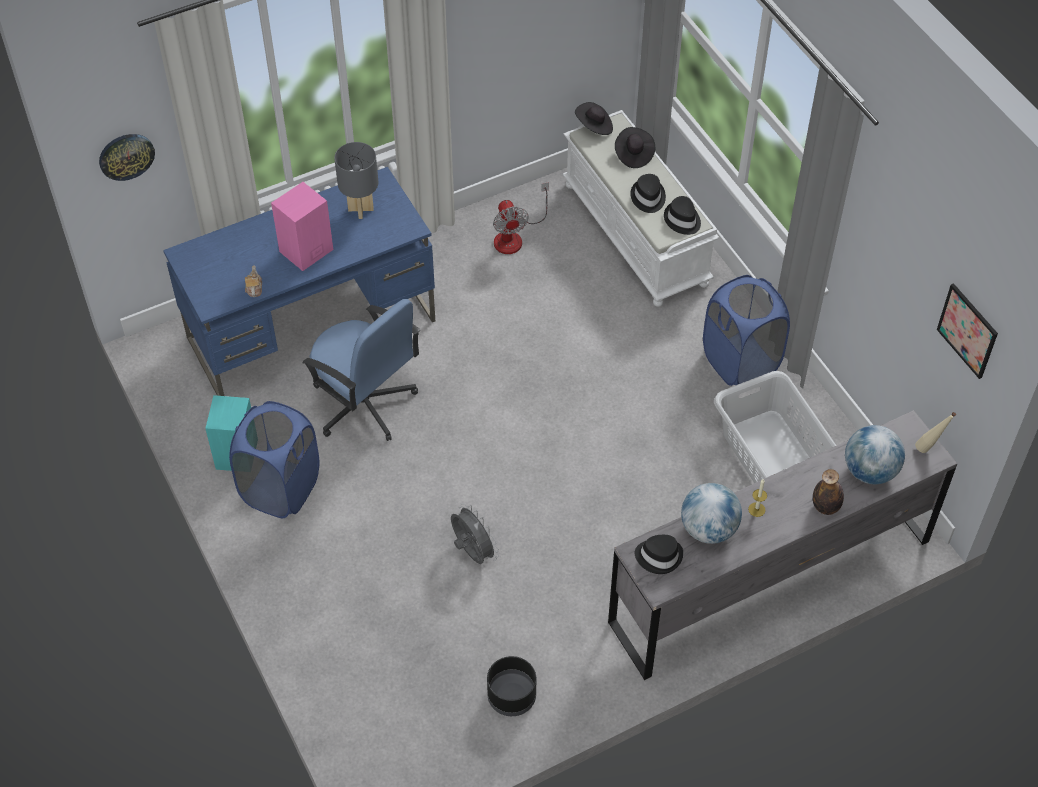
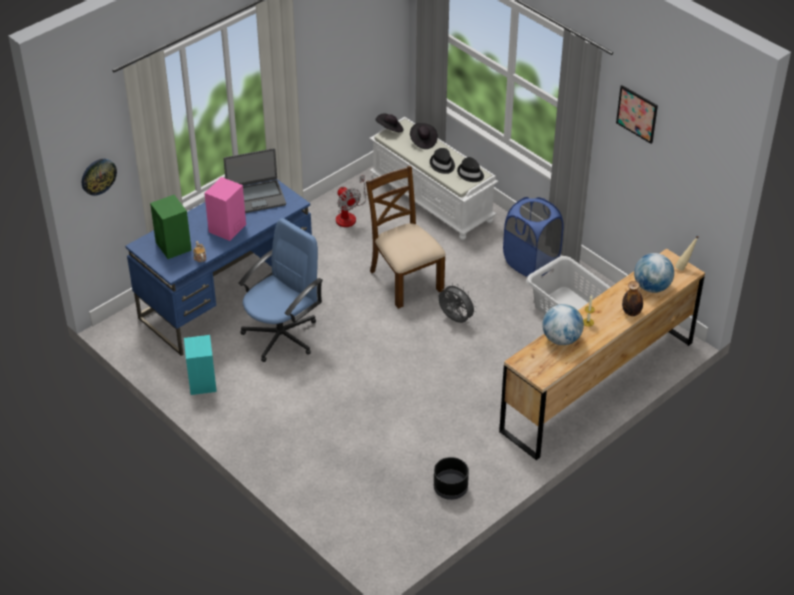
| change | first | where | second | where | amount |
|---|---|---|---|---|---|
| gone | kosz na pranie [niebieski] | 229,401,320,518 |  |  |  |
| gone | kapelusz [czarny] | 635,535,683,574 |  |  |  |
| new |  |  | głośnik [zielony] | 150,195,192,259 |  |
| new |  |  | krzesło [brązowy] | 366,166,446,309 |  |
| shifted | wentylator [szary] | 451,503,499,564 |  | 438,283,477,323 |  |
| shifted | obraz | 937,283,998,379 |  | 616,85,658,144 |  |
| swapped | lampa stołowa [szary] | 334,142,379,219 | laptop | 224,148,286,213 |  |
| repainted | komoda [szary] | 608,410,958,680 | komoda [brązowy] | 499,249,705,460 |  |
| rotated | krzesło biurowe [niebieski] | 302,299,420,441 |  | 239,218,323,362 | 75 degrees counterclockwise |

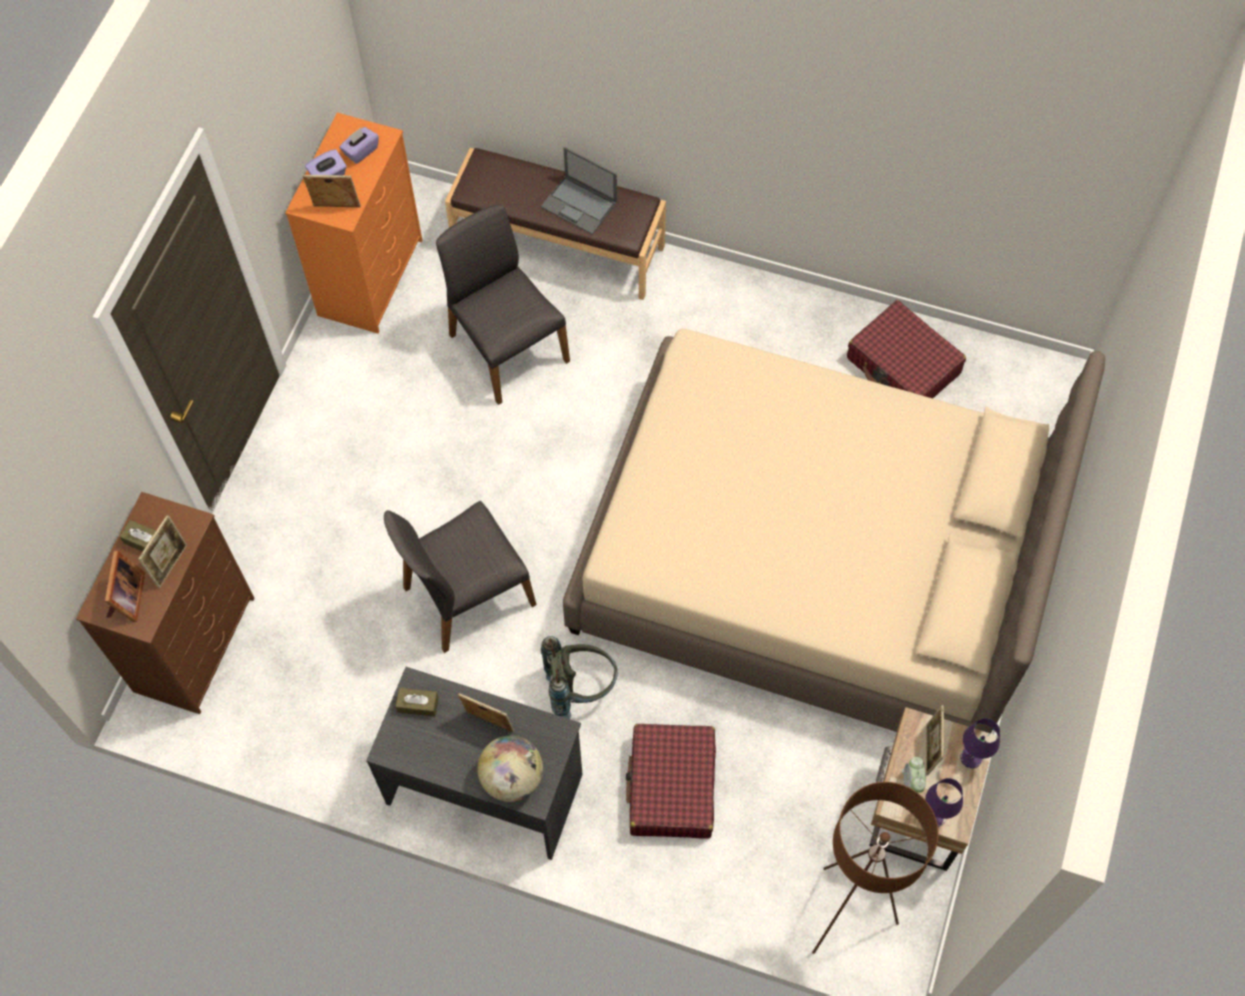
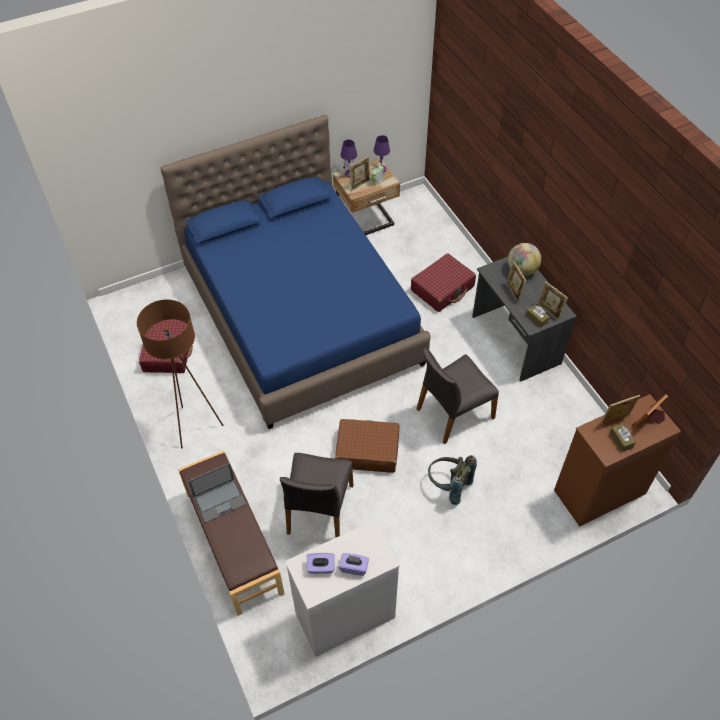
| change | first | where | second | where | amount |
|---|---|---|---|---|---|
| new |  |  | walizka [brązowy] | 335,419,399,473 |  |
| shifted | ramka na zdjęcie | 303,175,361,207 |  | 537,281,568,320 |  |
| shifted | plecak [szary] | 541,636,618,719 |  | 428,455,477,505 |  |
| shifted | lampa stojąca [brązowy] | 812,782,939,954 |  | 137,299,223,449 |  |
| repainted | komoda [pomarańczowy] | 285,113,422,334 | komoda [biały] | 285,520,400,657 |  |
| repainted | łóżko [beżowy] | 563,329,1105,734 | łóżko [niebieski] | 160,115,431,429 |  |
| rotated | krzesło [szary] | 384,501,537,653 |  | 417,347,499,444 | 135 degrees clockwise |
| rotated | laptop | 541,147,617,234 |  | 188,463,246,523 | 75 degrees clockwise |

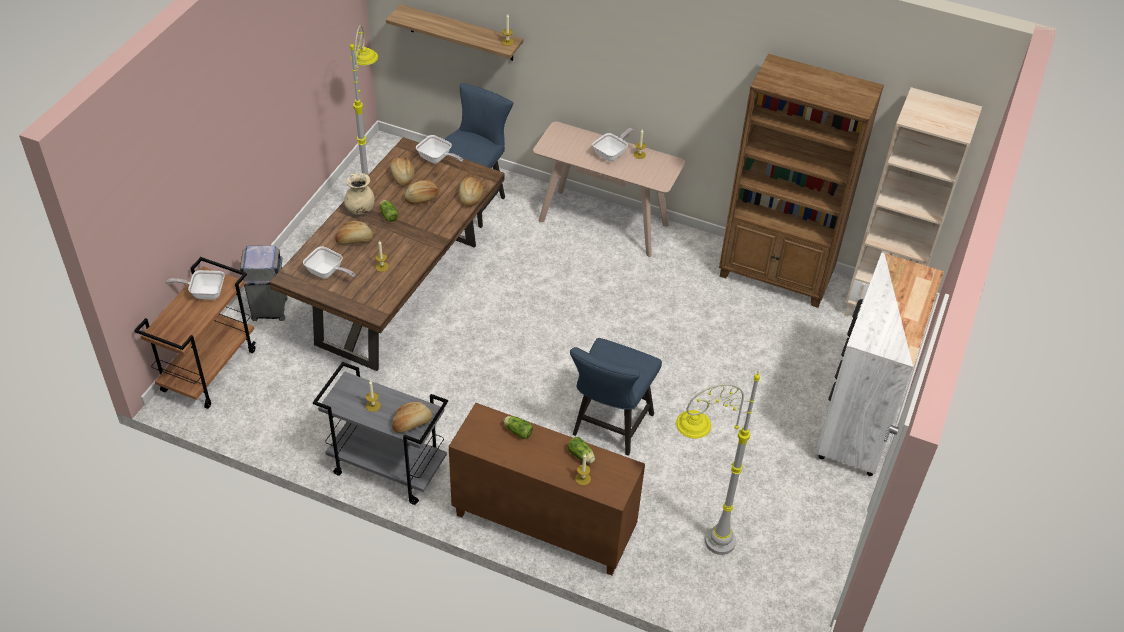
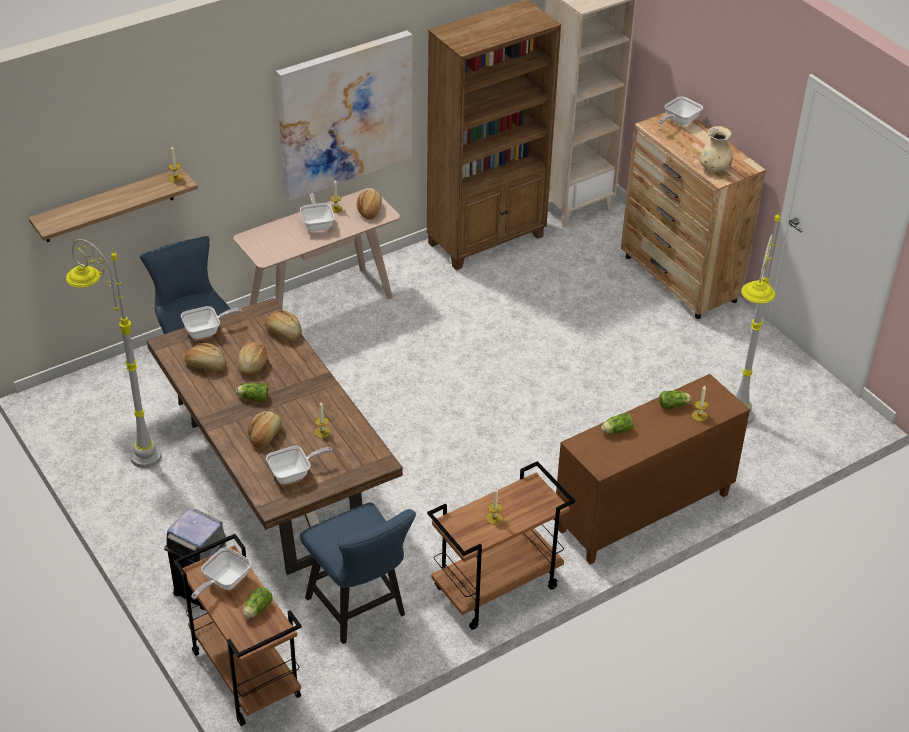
| change | first | where | second | where | amount |
|---|---|---|---|---|---|
| new |  |  | sałata | 243,587,272,619 |  |
| new |  |  | obraz | 276,30,412,201 |  |
| new |  |  | patelnia | 659,96,703,126 |  |
| shifted | wazon [beżowy] | 344,173,375,215 |  | 700,126,733,172 |  |
| shifted | chleb | 392,402,433,433 |  | 357,190,382,220 |  |
| shifted | krzesło [niebieski] | 570,338,662,456 |  | 300,502,416,644 |  |
| repainted | wózek [szary] | 313,362,448,505 | wózek [brązowy] | 427,461,575,630 |  |
| repainted | komoda [biały] | 815,252,944,476 | komoda [brązowy] | 621,112,766,319 |  |

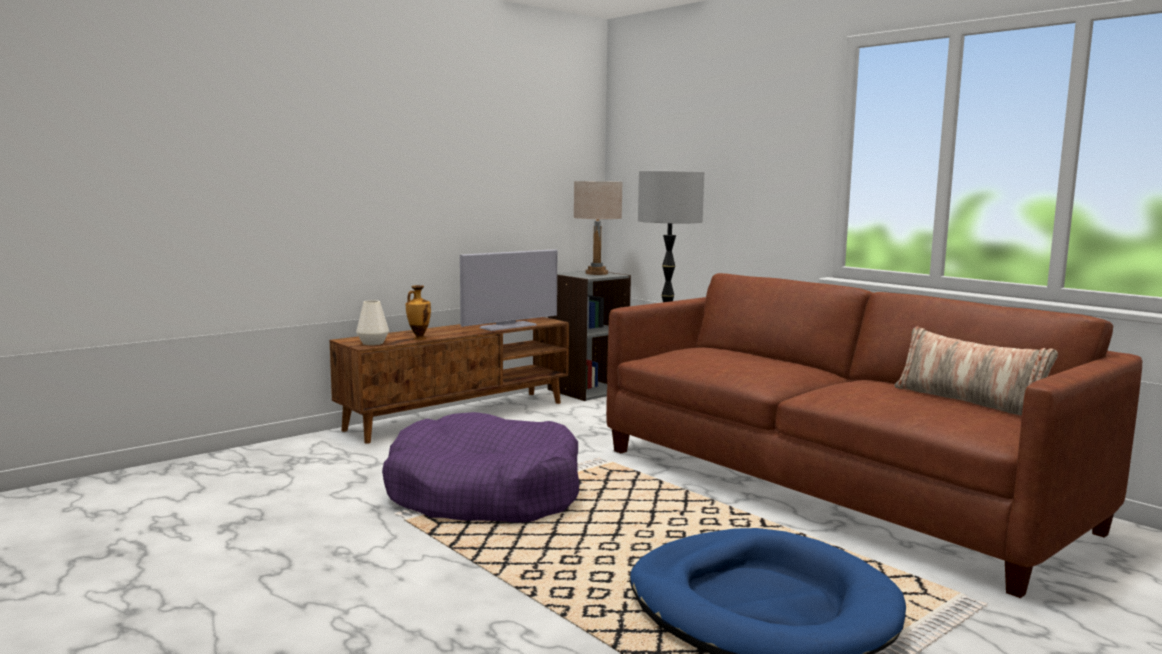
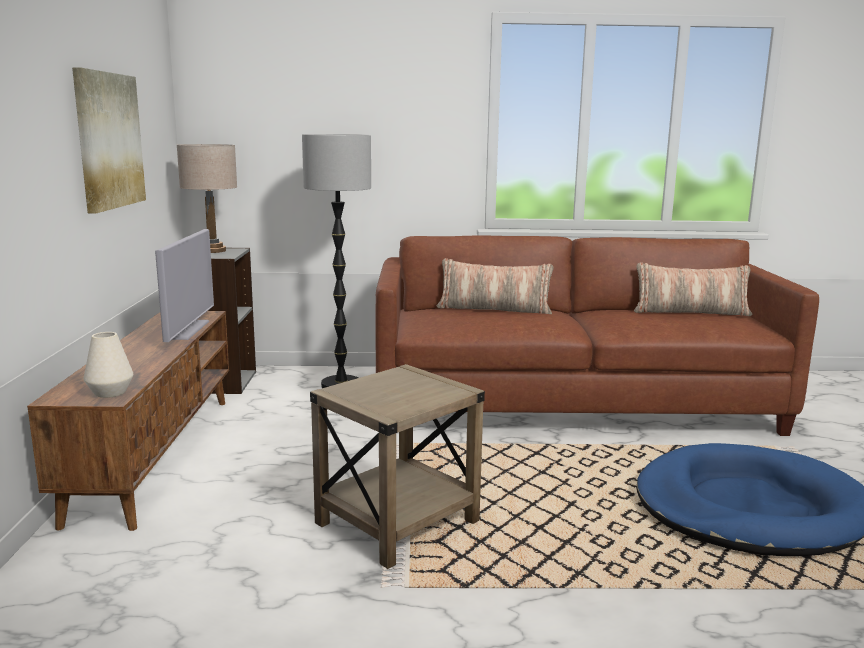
| change | first | where | second | where | amount |
|---|---|---|---|---|---|
| gone | wazon | 406,285,431,340 |  |  |  |
| new |  |  | obraz | 72,67,146,213 |  |
| new |  |  | poduszka | 437,258,553,314 |  |
| swapped | legowisko [fioletowy] | 382,412,579,523 | stolik [beżowy] | 310,364,485,569 |  |

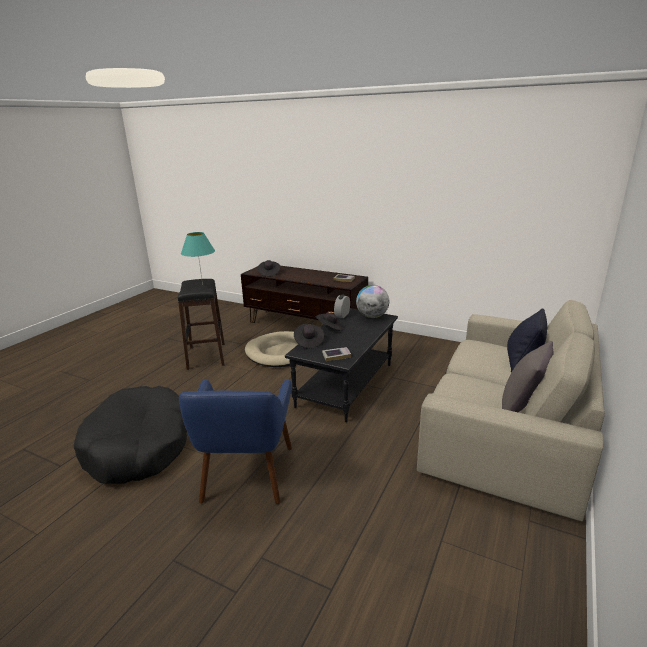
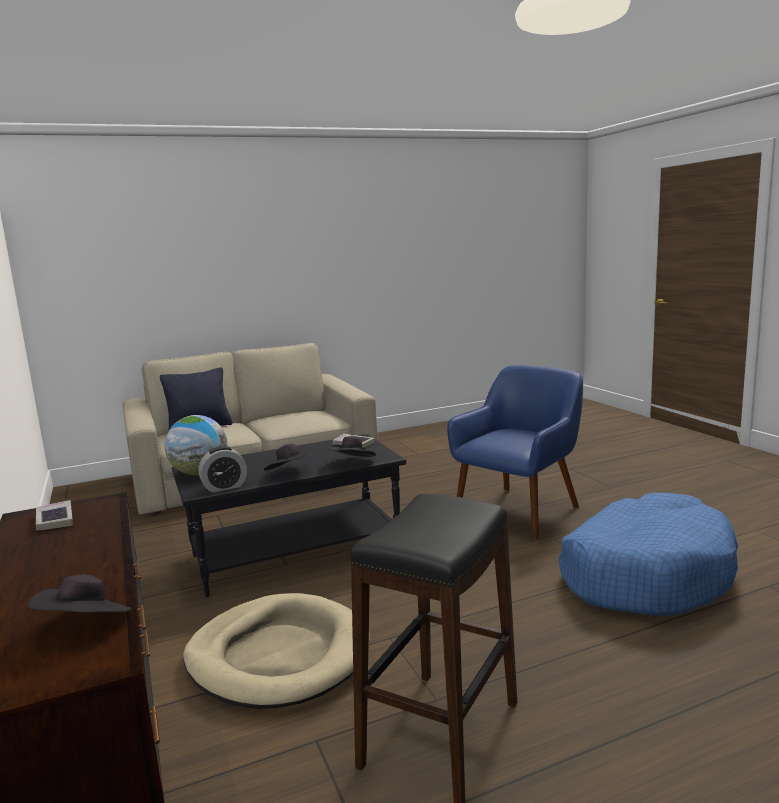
| change | first | where | second | where | amount |
|---|---|---|---|---|---|
| gone | lampa stołowa [turkusowy] | 181,232,215,285 |  |  |  |
| gone | poduszka [szary] | 502,341,554,412 |  |  |  |
| repainted | legowisko [czarny] | 74,386,187,484 | legowisko [niebieski] | 559,493,738,616 |  |

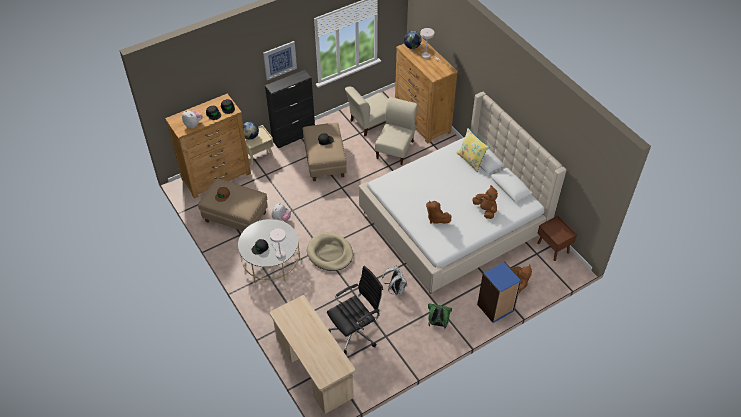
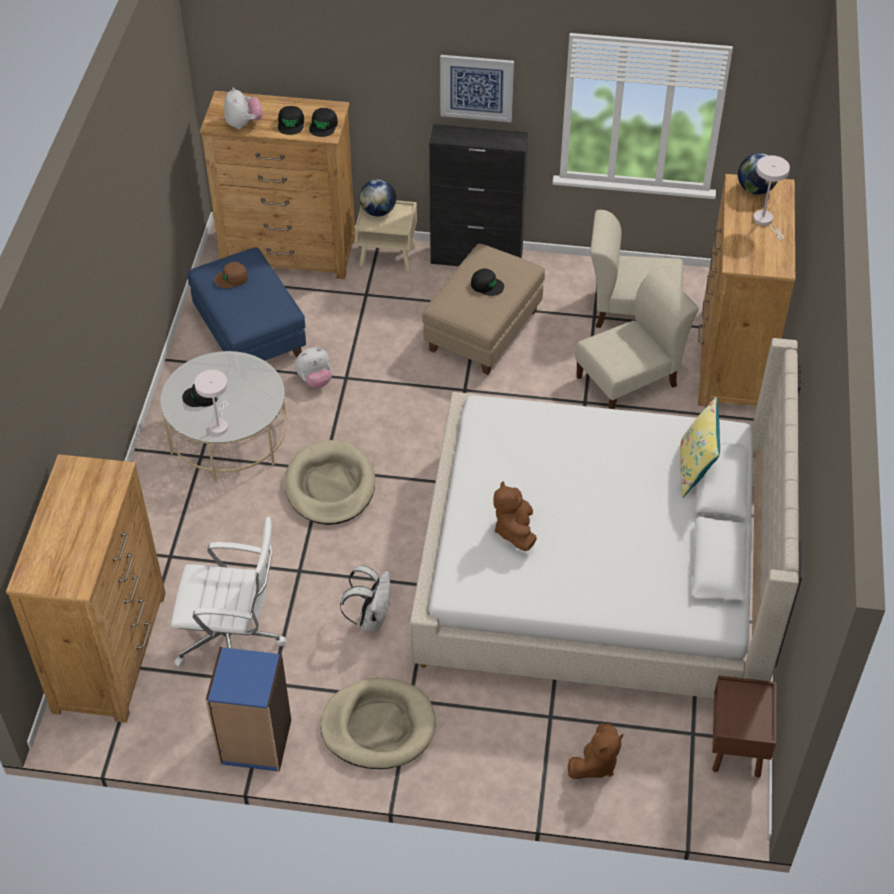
| change | first | where | second | where | amount |
|---|---|---|---|---|---|
| gone | pluszak [brązowy] | 473,185,498,219 |  |  |  |
| shifted | regał [niebieski] | 477,262,522,323 |  | 206,647,291,772 |  |
| swapped | biurko [beżowy] | 270,295,355,414 | komoda [brązowy] | 6,454,166,723 |  |
| swapped | plecak [zielony] | 428,304,452,328 | legowisko [beżowy] | 320,678,436,769 |  |
| repainted | pufa [beżowy] | 198,178,268,231 | pufa [niebieski] | 187,247,306,361 |  |
| repainted | krzesło biurowe [czarny] | 327,266,383,355 | krzesło biurowe [biały] | 171,517,286,667 |  |

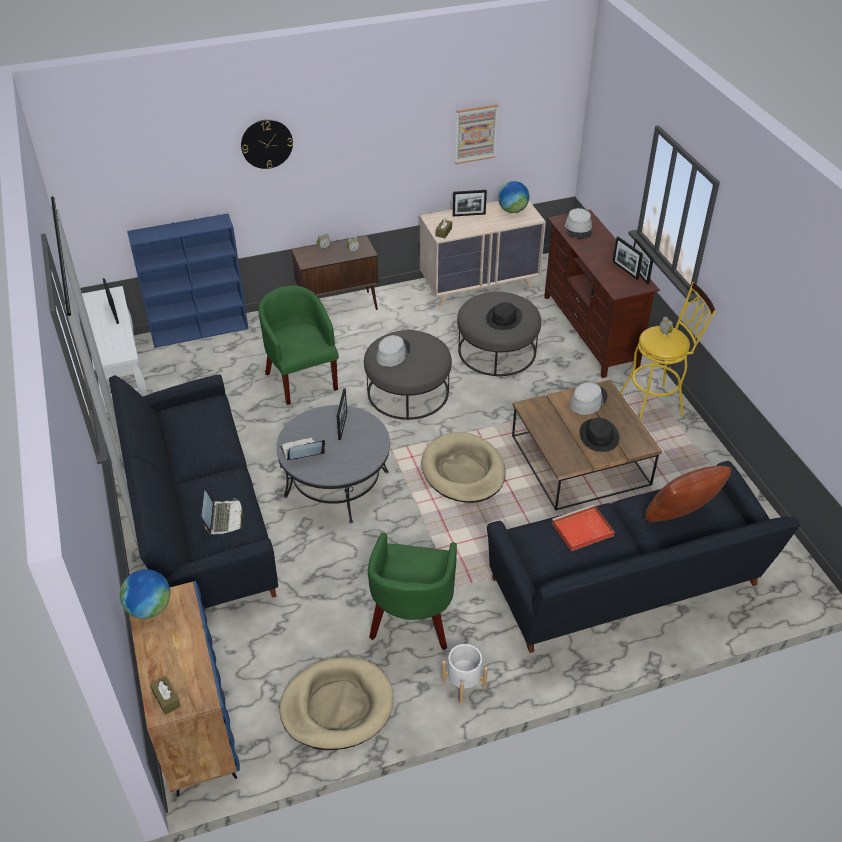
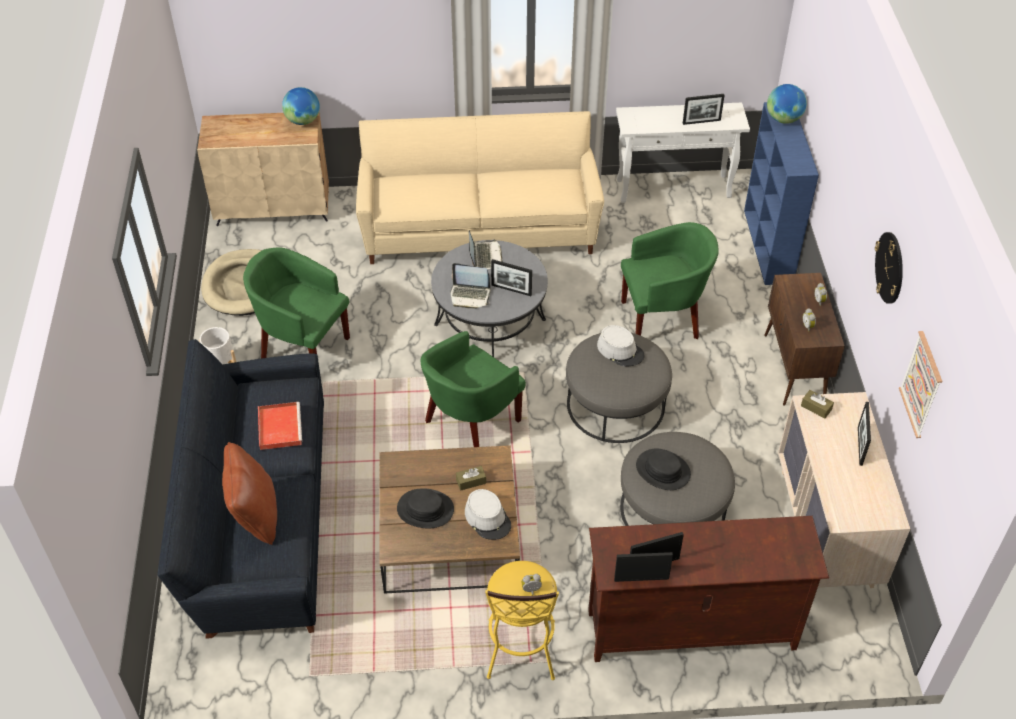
| change | first | where | second | where | amount |
|---|---|---|---|---|---|
| gone | kapelusz [szary] | 565,208,592,239 |  |  |  |
| shifted | pudełko chusteczek [brązowy] | 150,676,181,715 |  | 456,466,486,491 |  |
| shifted | laptop | 200,490,243,535 |  | 450,263,491,309 |  |
| shifted | zegar ścienny | 241,119,293,169 |  | 875,232,903,304 |  |
| shifted | globus | 498,181,529,213 |  | 767,84,807,124 |  |
| swapped | legowisko [beżowy] | 421,432,506,503 | fotel [zielony] | 421,331,526,447 |  |
| repainted | kanapa [czarny] | 109,375,278,609 | kanapa [beżowy] | 356,111,604,264 |  |
| repainted | szafka [niebieski] | 129,581,240,797 | szafka [beżowy] | 197,113,329,226 |  |

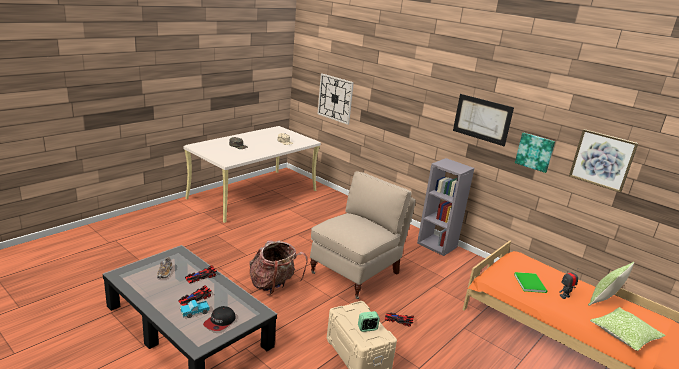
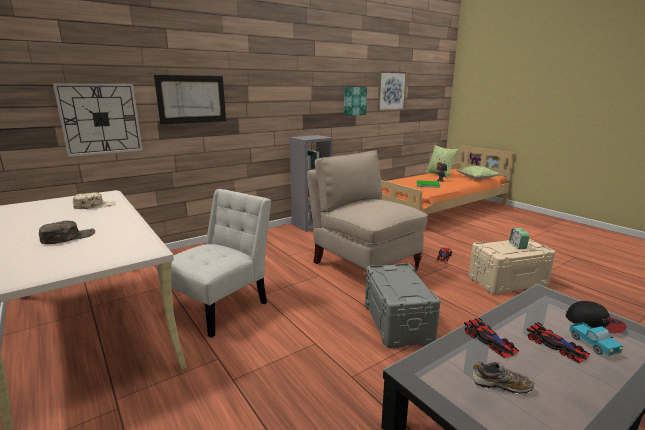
| change | first | where | second | where | amount |
|---|---|---|---|---|---|
| new |  |  | krzesło [biały] | 157,189,271,338 |  |
| shifted | obraz | 453,94,514,146 |  | 154,75,226,124 |  |
| swapped | plecak | 250,240,308,295 | pojemnik do przechowywania [szary] | 365,263,441,348 |  |

